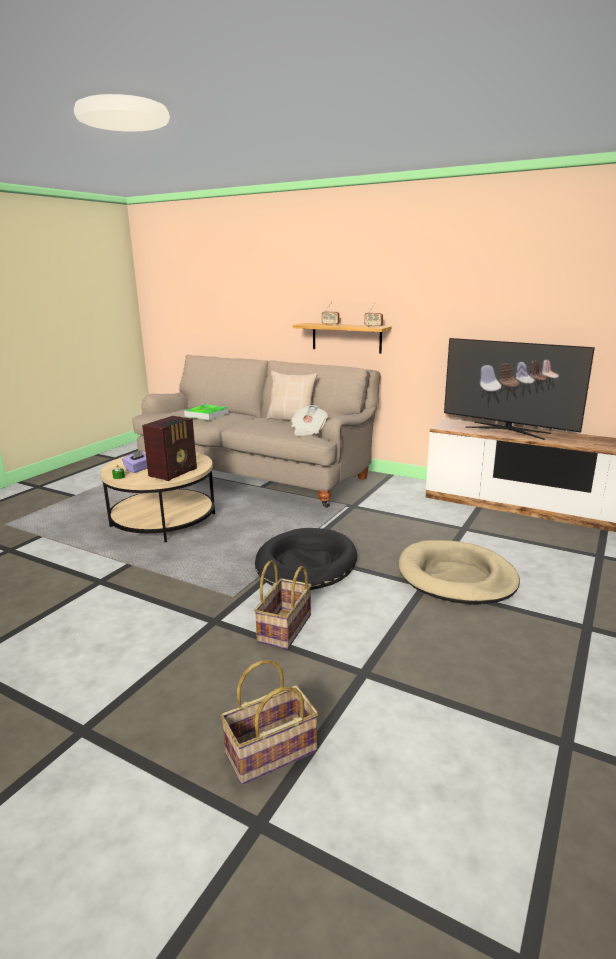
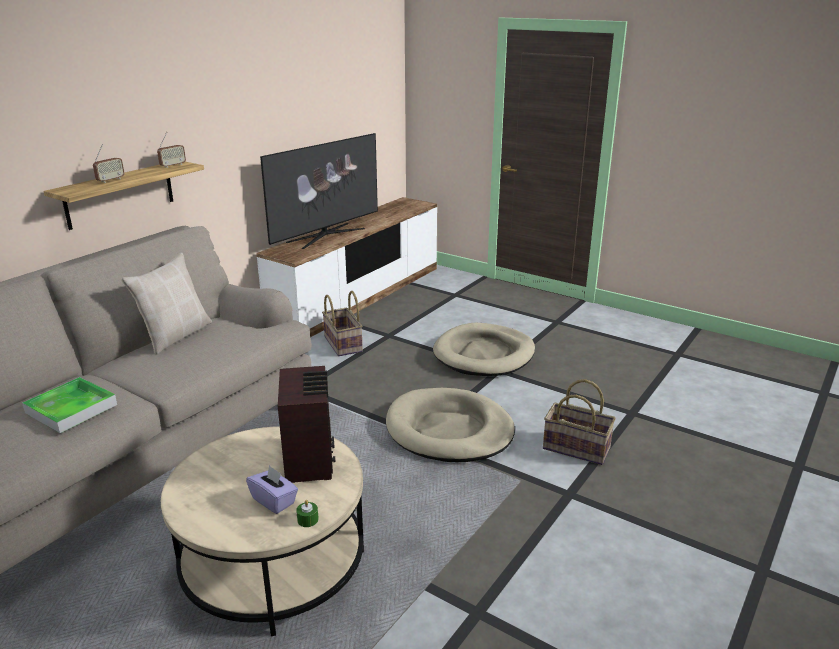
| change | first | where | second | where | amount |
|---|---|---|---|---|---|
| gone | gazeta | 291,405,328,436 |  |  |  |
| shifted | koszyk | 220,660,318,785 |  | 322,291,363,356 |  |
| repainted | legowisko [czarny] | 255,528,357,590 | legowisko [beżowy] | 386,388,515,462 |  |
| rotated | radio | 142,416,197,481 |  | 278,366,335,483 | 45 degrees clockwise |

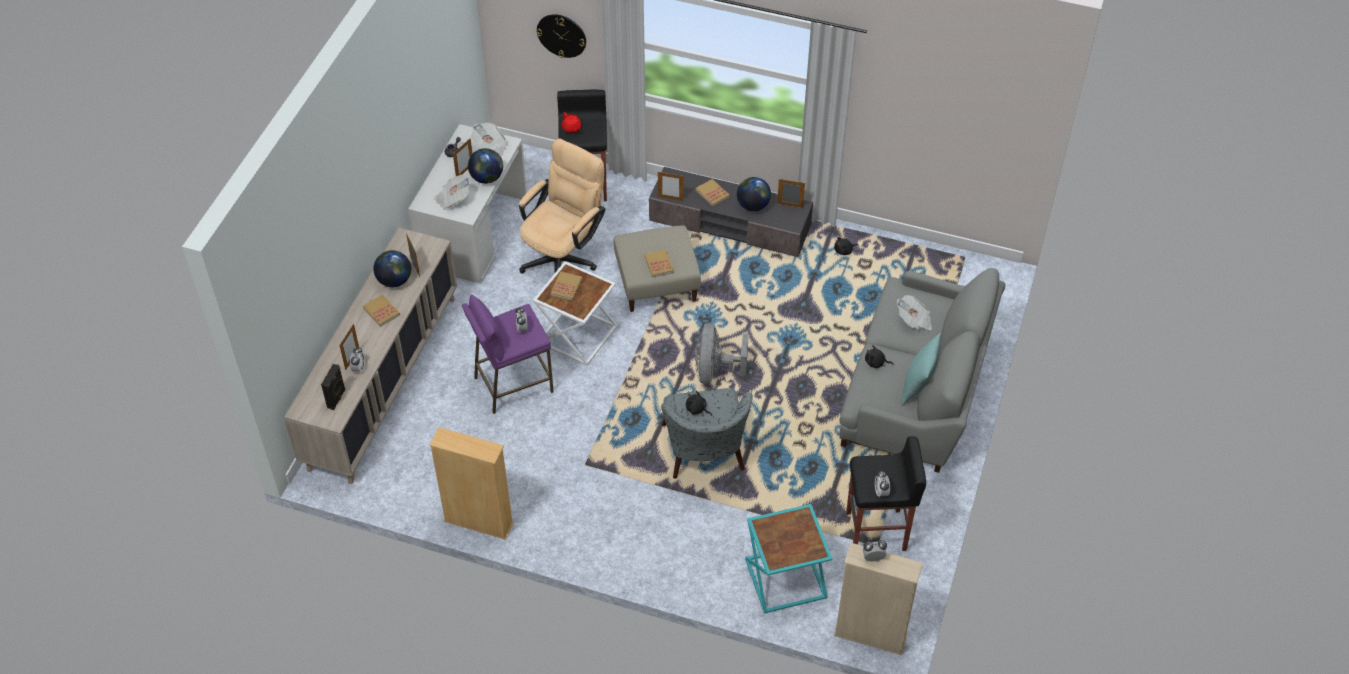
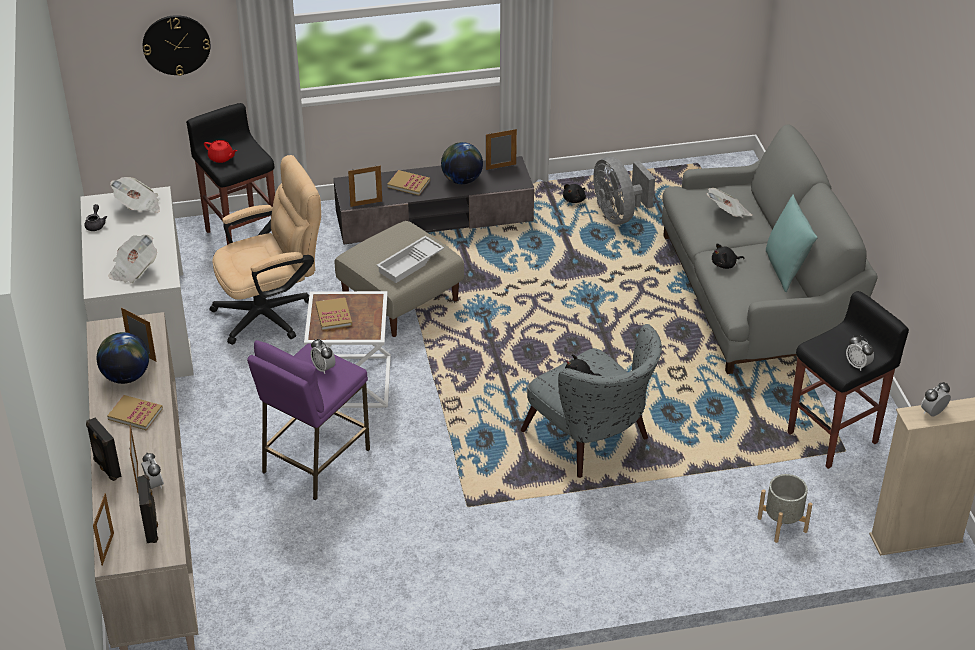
| change | first | where | second | where | amount |
|---|---|---|---|---|---|
| gone | regał [beżowy] | 429,427,514,540 |  |  |  |
| gone | globus | 468,148,503,184 |  |  |  |
| new |  |  | głośnik [czarny] | 86,418,121,481 |  |
| shifted | ramka na zdjęcie | 453,138,473,176 |  | 93,493,114,566 |  |
| shifted | wentylator [szary] | 695,324,749,384 |  | 593,157,655,224 |  |
| swapped | książka | 644,249,674,277 | taca [biały] | 376,236,444,283 |  |
| swapped | stolik [turkusowy] | 745,504,833,613 | donica [szary] | 757,474,812,543 |  |
| rotated | krzesło biurowe [beżowy] | 519,139,605,274 |  | 210,155,321,345 | 60 degrees clockwise |

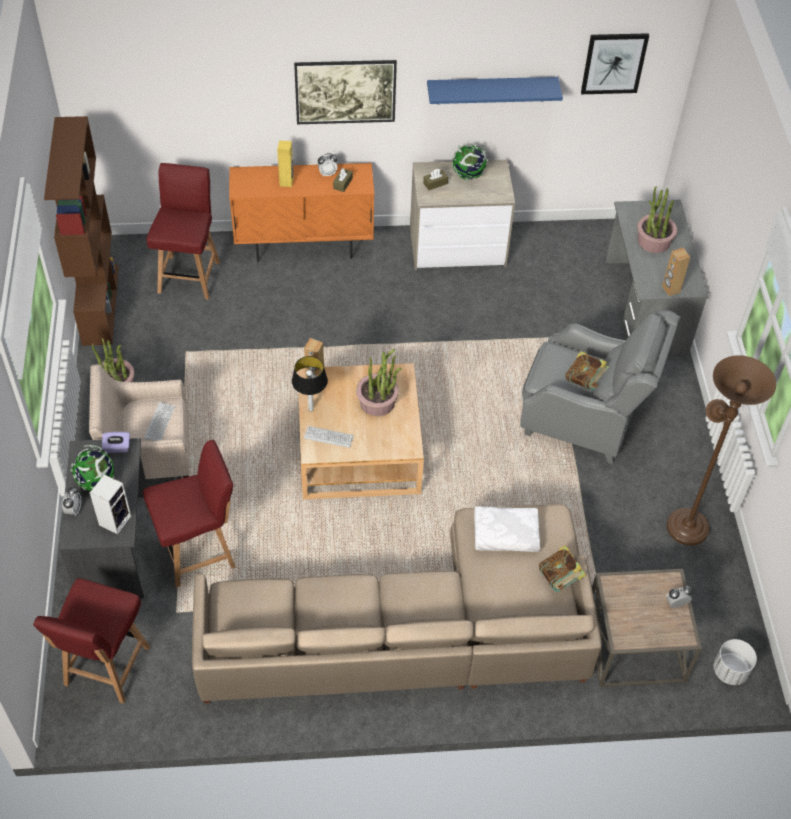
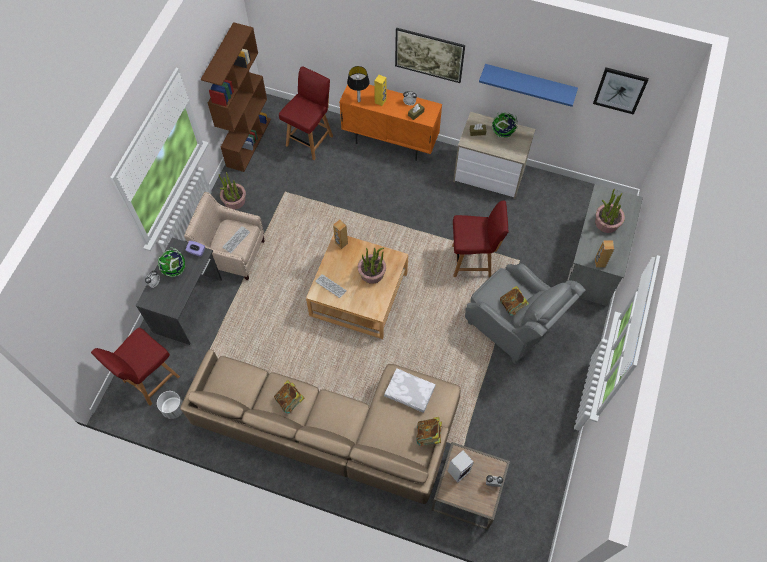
| change | first | where | second | where | amount |
|---|---|---|---|---|---|
| gone | lampa stojąca [brązowy] | 667,355,776,546 |  |  |  |
| new |  |  | książka | 274,380,304,413 |  |
| shifted | głośnik | 90,475,131,534 |  | 448,450,474,483 |  |
| shifted | krzesło [czerwony] | 143,440,235,588 |  | 452,201,508,277 |  |
| shifted | lampa stołowa | 292,356,328,412 |  | 347,66,369,102 |  |
| shifted | donica [biały] | 714,639,757,685 |  | 157,391,183,419 |  |

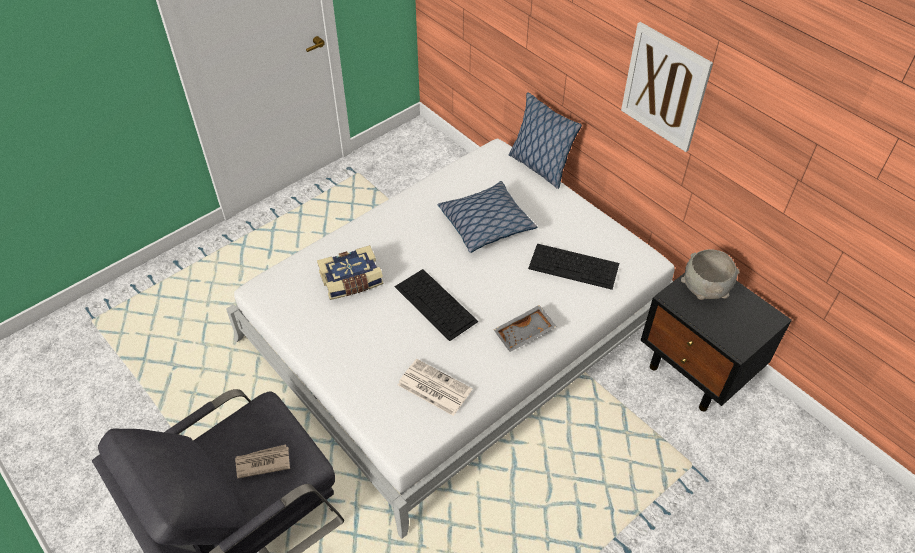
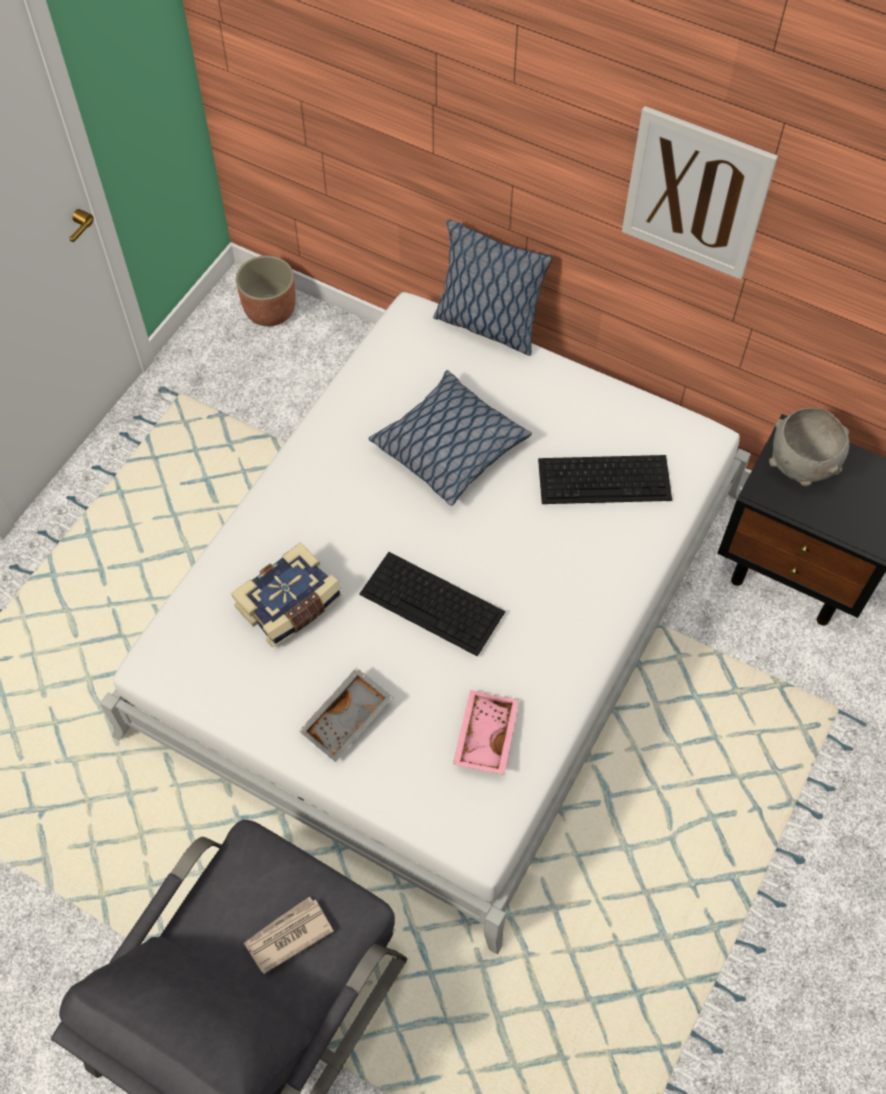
| change | first | where | second | where | amount |
|---|---|---|---|---|---|
| new |  |  | donica | 236,256,296,326 |  |
| shifted | taca [szary] | 494,305,557,352 |  | 299,667,393,762 |  |
| swapped | gazeta | 398,359,472,416 | taca [różowy] | 453,690,519,775 |  |

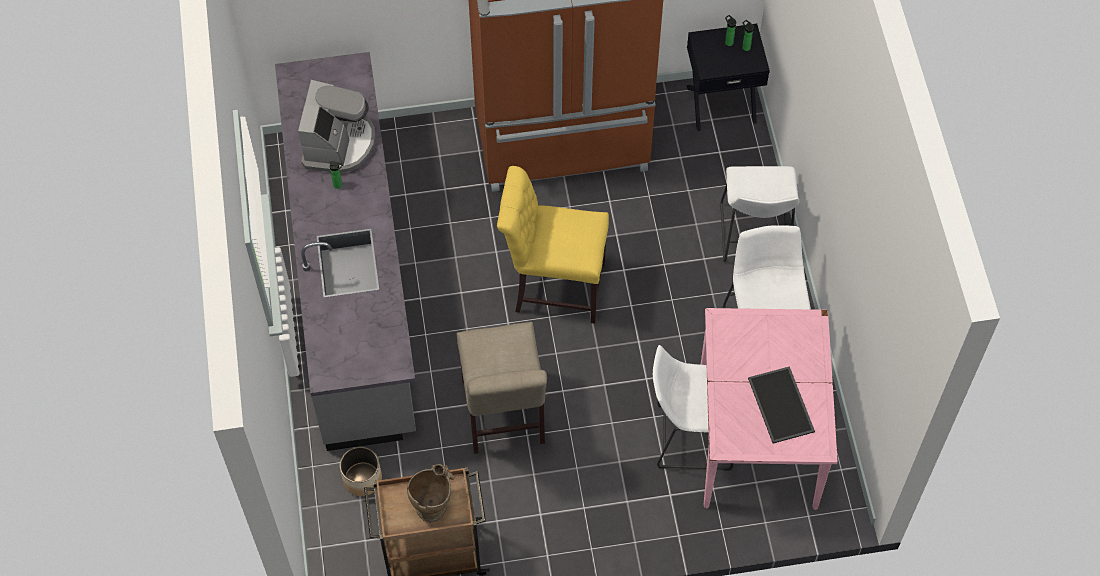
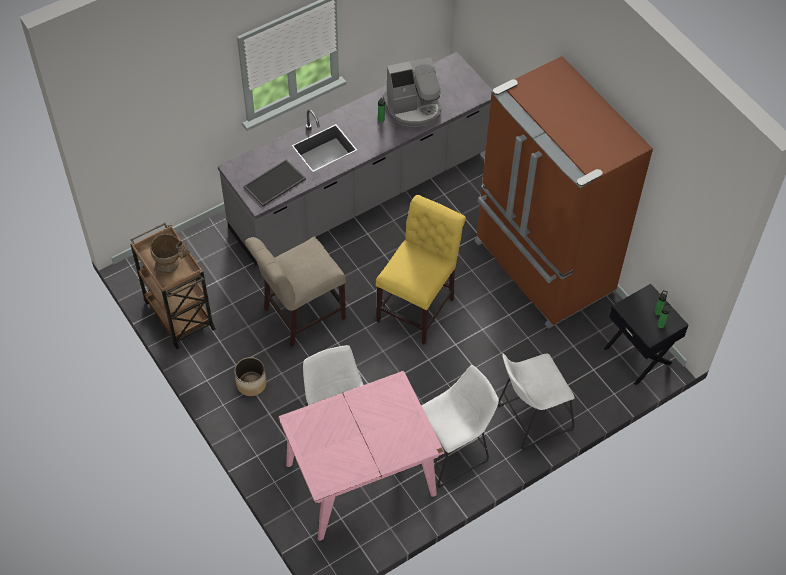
| change | first | where | second | where | amount |
|---|---|---|---|---|---|
| shifted | donica | 340,447,382,496 |  | 234,357,267,396 |  |
| shifted | taca | 748,366,815,444 |  | 243,159,306,206 |  |
| rotated | krzesło [żółty] | 497,166,609,324 |  | 376,195,466,345 | 45 degrees clockwise |

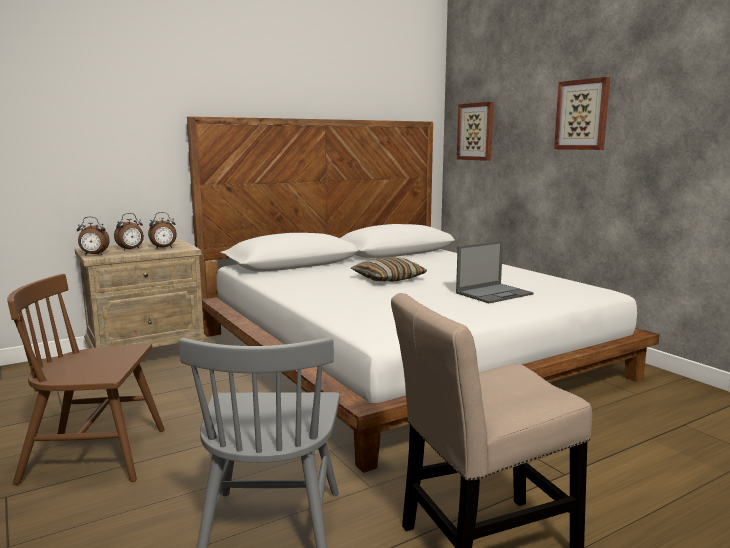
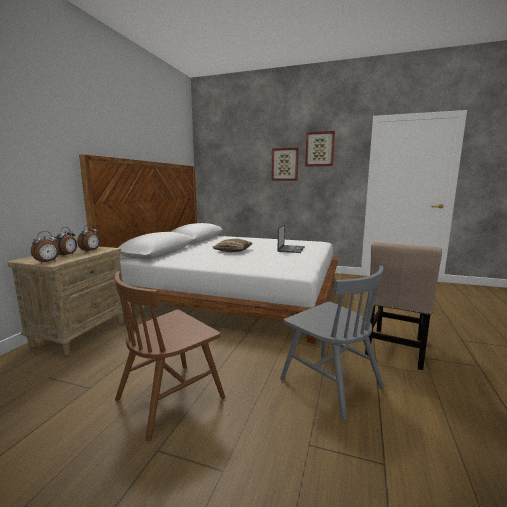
| change | first | where | second | where | amount |
|---|---|---|---|---|---|
| shifted | obraz | 457,102,494,161 |  | 305,131,335,167 |  |

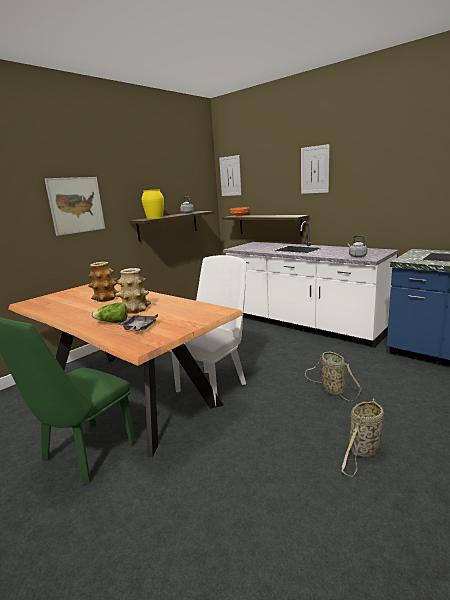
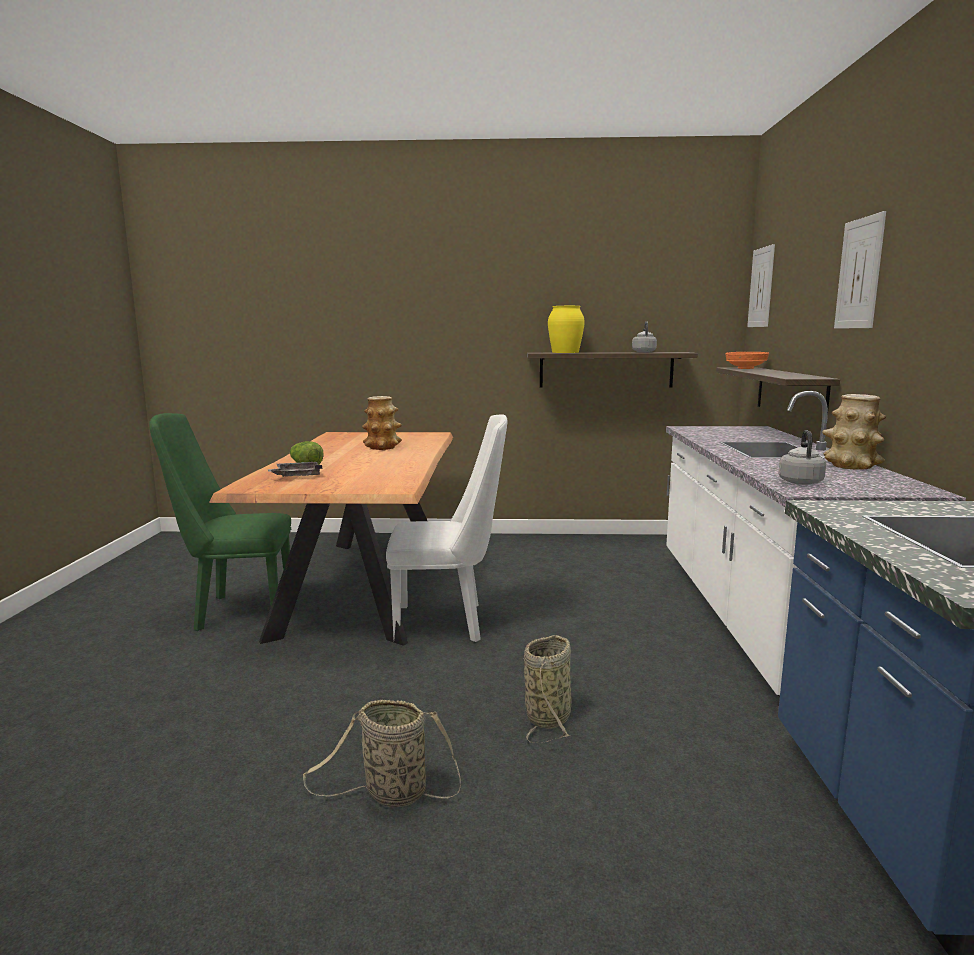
| change | first | where | second | where | amount |
|---|---|---|---|---|---|
| gone | obraz | 44,177,105,236 |  |  |  |
| shifted | wazon | 115,268,151,314 |  | 822,394,886,470 |  |

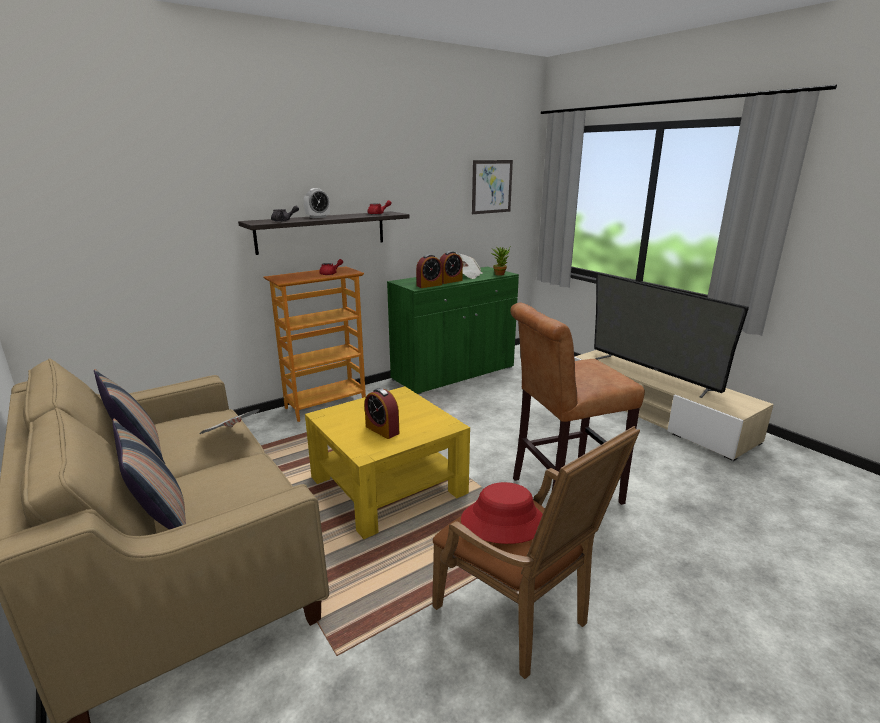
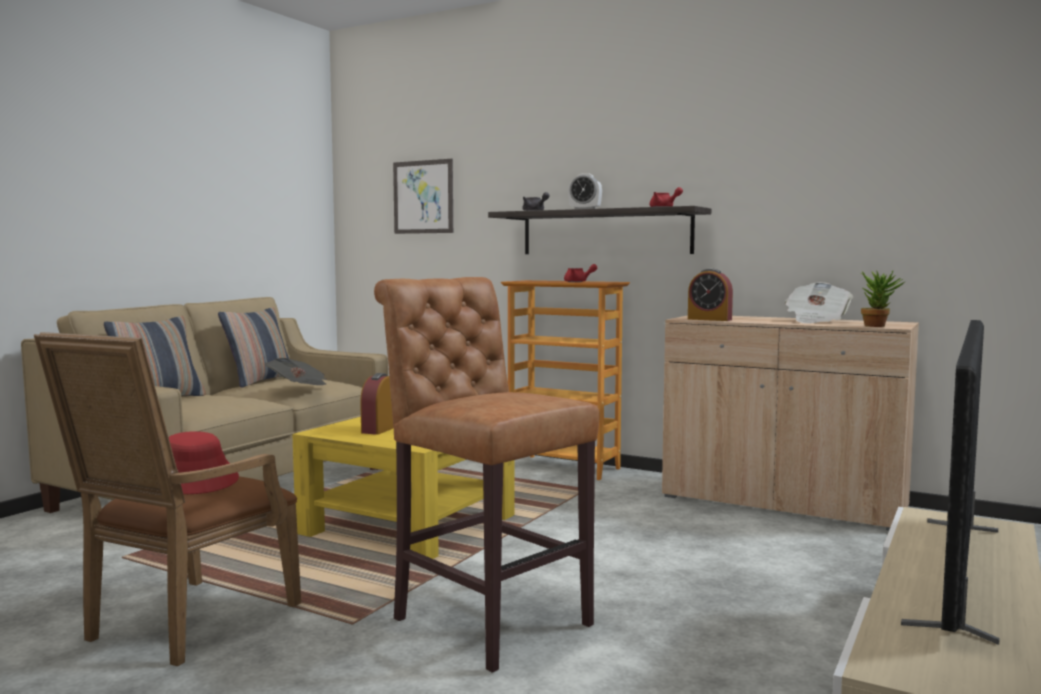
| change | first | where | second | where | amount |
|---|---|---|---|---|---|
| gone | budzik | 439,251,463,284 |  |  |  |
| shifted | obraz | 472,160,513,214 |  | 393,159,453,234 |  |
| repainted | szafka [zielony] | 387,267,519,395 | szafka [beżowy] | 662,315,919,531 |  |

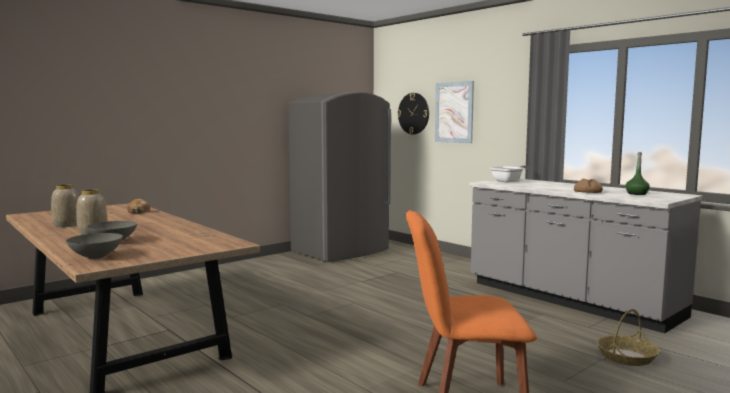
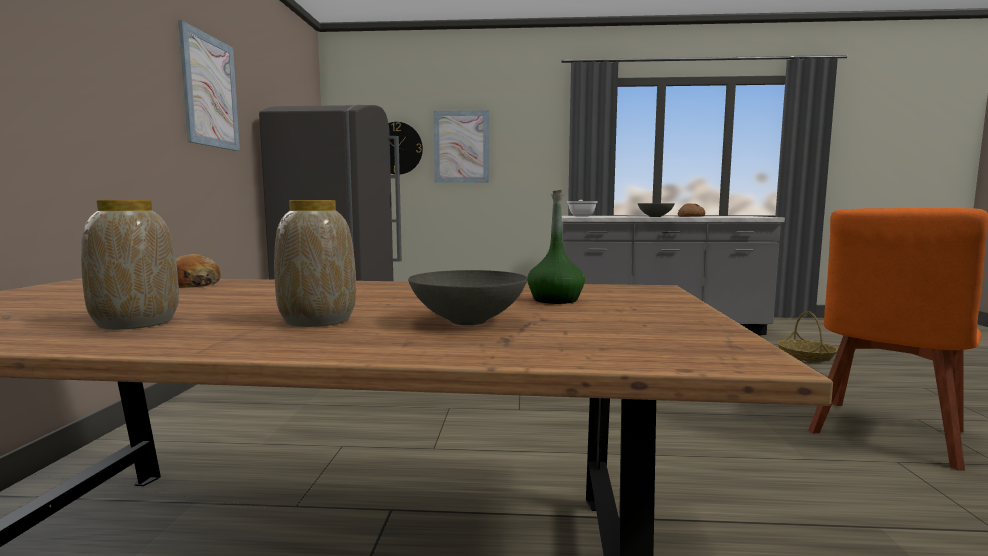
| change | first | where | second | where | amount |
|---|---|---|---|---|---|
| new |  |  | obraz | 178,20,240,151 |  |
| shifted | miska [szary] | 66,233,123,259 |  | 638,203,675,217 |  |
| shifted | butelka [zielony] | 625,152,650,195 |  | 527,190,585,304 |  |

